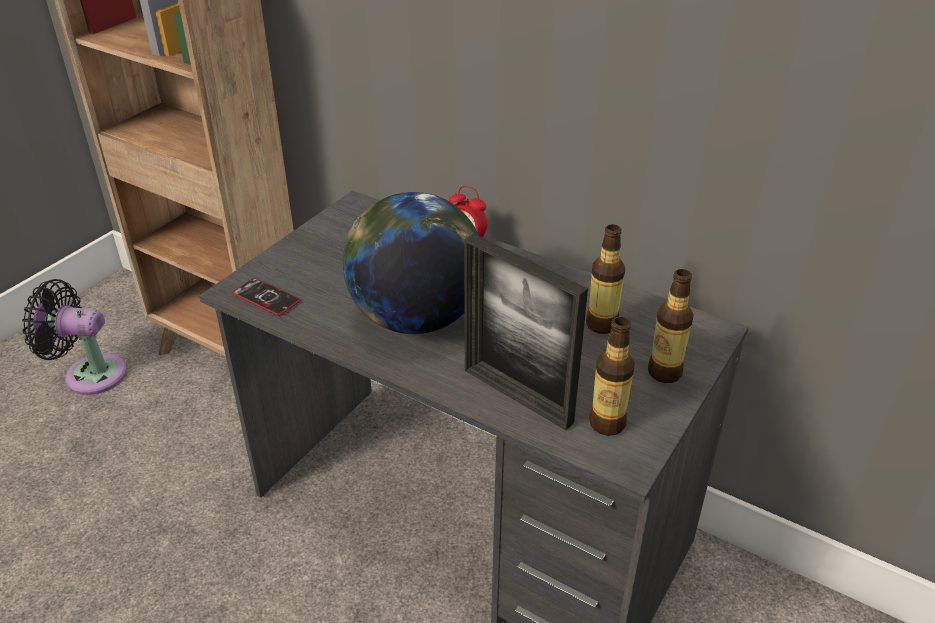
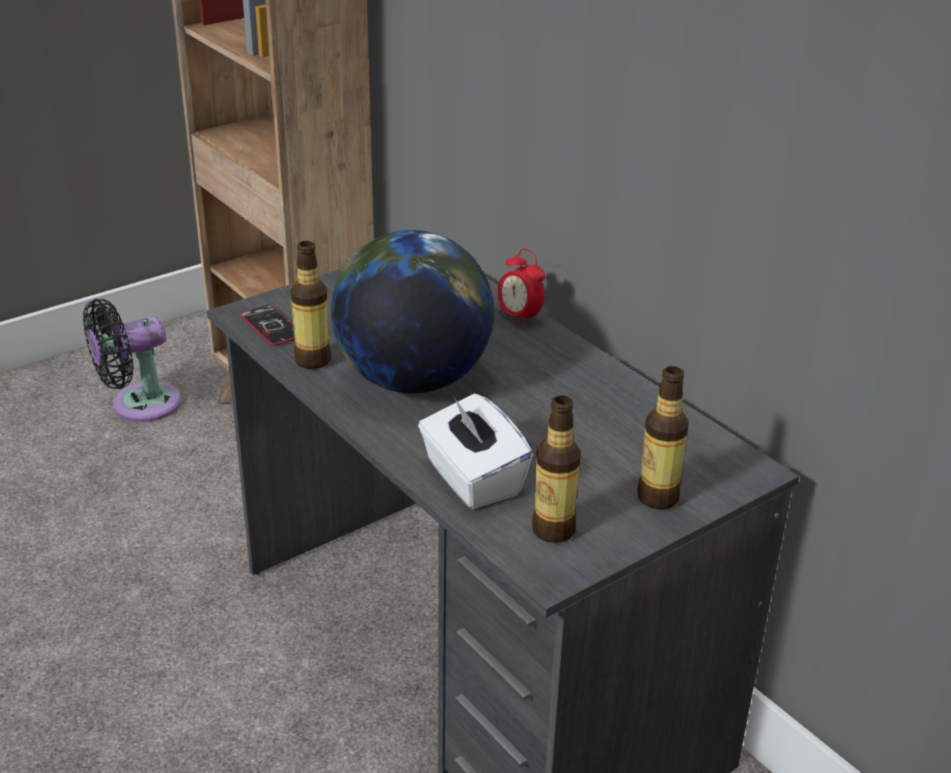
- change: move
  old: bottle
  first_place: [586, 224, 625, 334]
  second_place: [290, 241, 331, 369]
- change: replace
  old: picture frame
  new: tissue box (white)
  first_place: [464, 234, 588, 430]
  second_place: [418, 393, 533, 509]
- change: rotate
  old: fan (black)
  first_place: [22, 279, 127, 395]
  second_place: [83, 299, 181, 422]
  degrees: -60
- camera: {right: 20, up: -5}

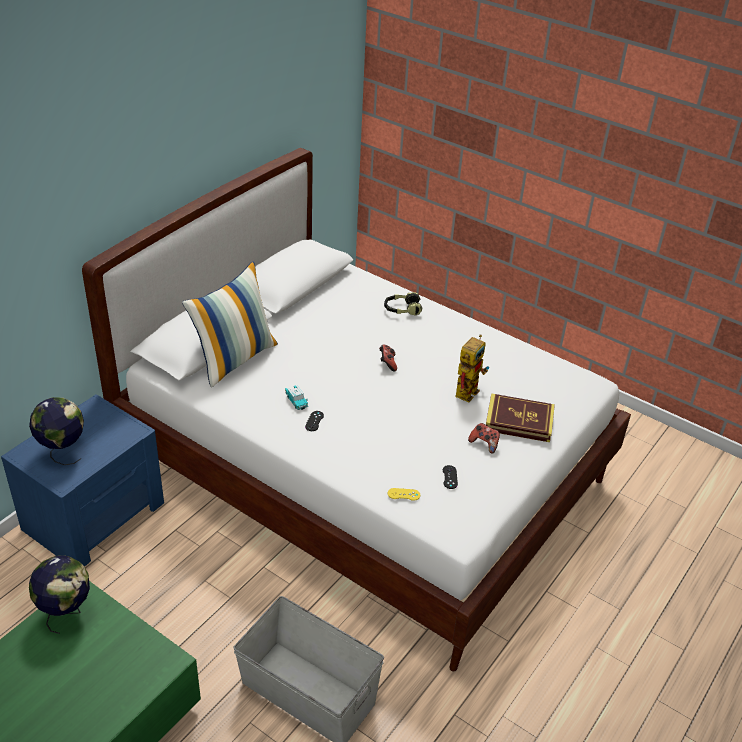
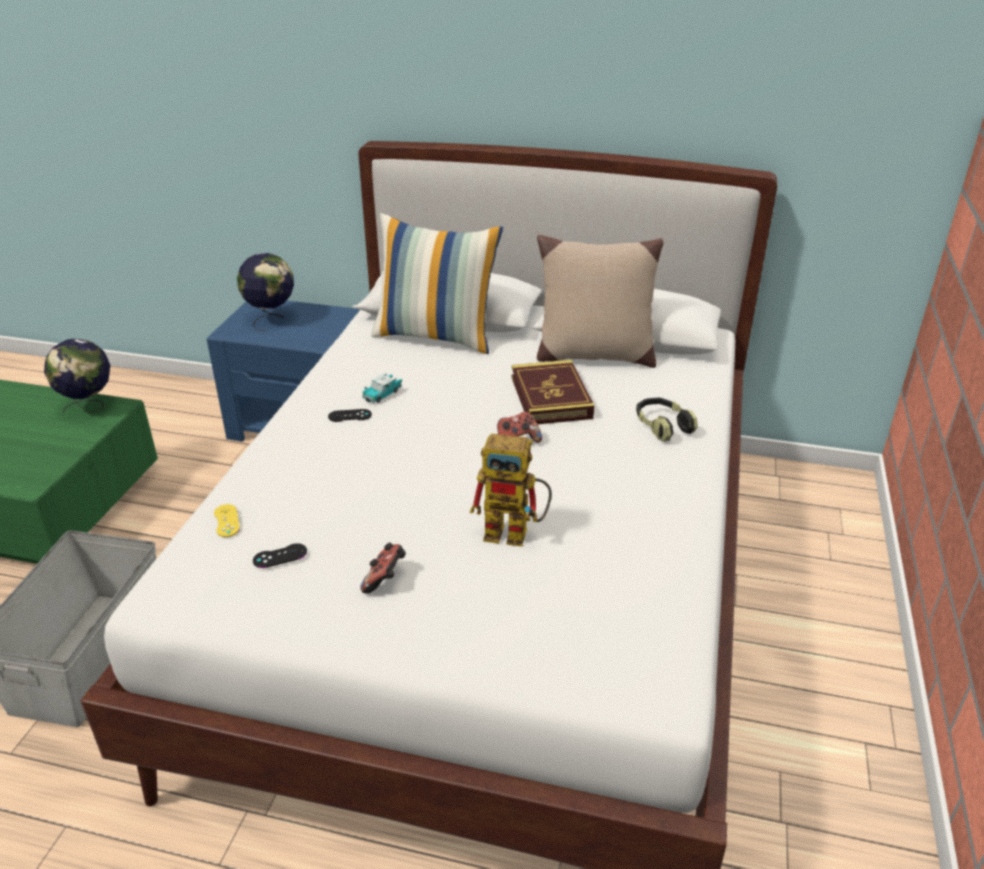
- change: move
  old: book
  first_place: [486, 393, 555, 442]
  second_place: [512, 360, 594, 424]
- change: insert
  new: pillow (beige)
  second_place: [537, 235, 663, 368]
- camera: {right: 70, up: -5}

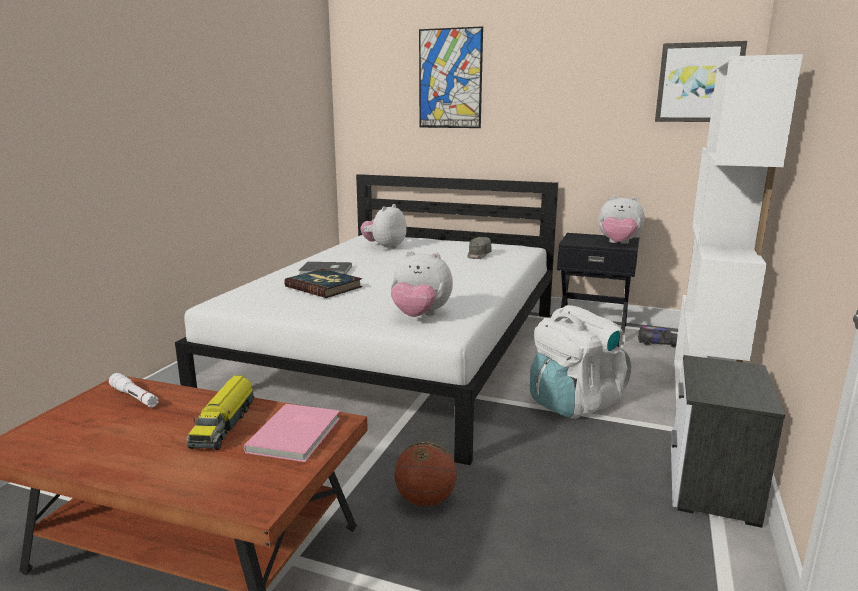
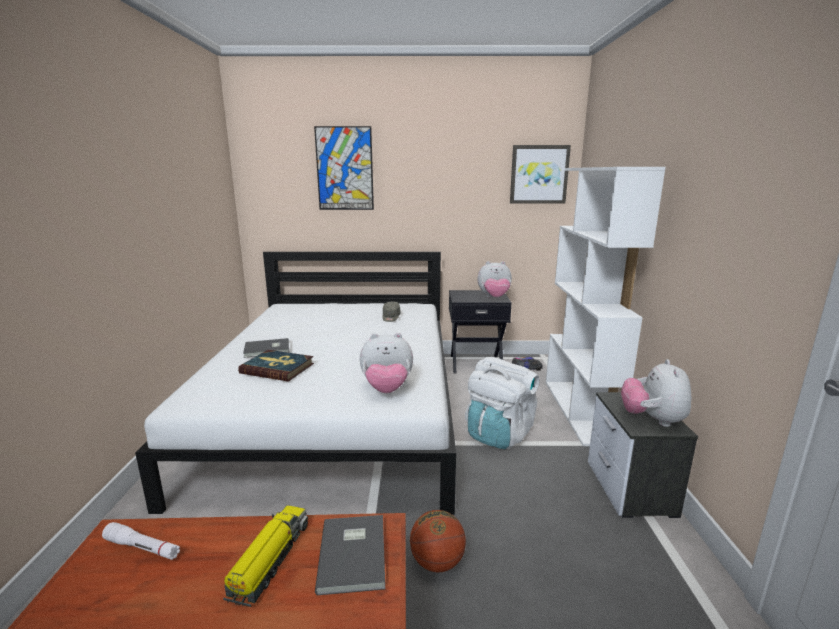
- change: move
  old: plush toy
  first_place: [360, 204, 407, 250]
  second_place: [621, 359, 691, 427]
- change: rotate
  old: toy truck
  first_place: [186, 375, 255, 450]
  second_place: [223, 506, 308, 607]
  degrees: -150
- change: recolor
  old: book (pink)
  new: book (grey)
  first_place: [244, 404, 340, 462]
  second_place: [315, 515, 385, 595]
- camera: {right: -20, up: 0}

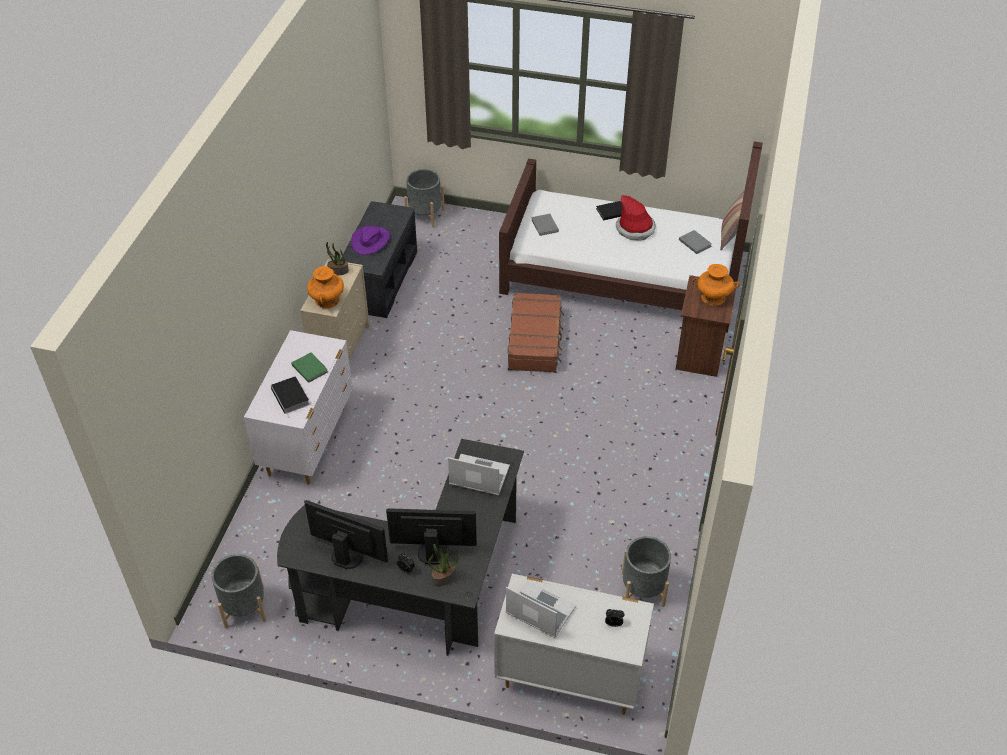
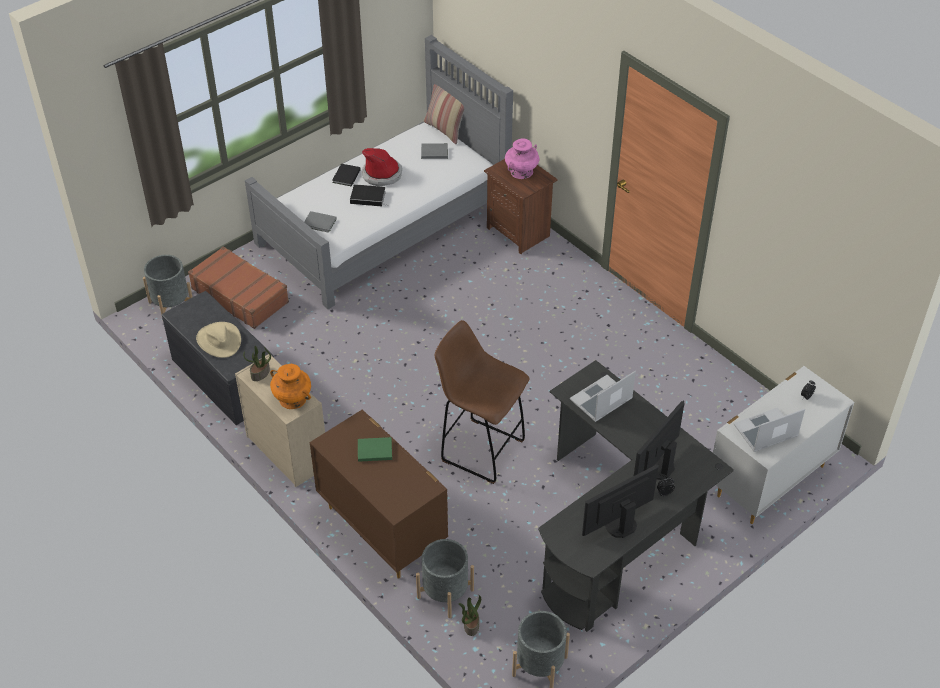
- change: recolor
  old: bed (brown)
  new: bed (grey)
  first_place: [499, 141, 763, 333]
  second_place: [245, 35, 513, 309]
- change: recolor
  old: hat (purple)
  new: hat (beige)
  first_place: [351, 226, 390, 255]
  second_place: [196, 322, 241, 358]
- change: recolor
  old: vase (orange)
  new: vase (pink)
  first_place: [692, 264, 740, 306]
  second_place: [505, 138, 539, 179]
- change: move
  old: suitcase (brown)
  first_place: [508, 292, 564, 373]
  second_place: [188, 246, 289, 329]
- change: recolor
  old: dresser (white)
  new: dresser (brown)
  first_place: [244, 330, 353, 485]
  second_place: [310, 409, 448, 579]
- change: move
  old: book
  first_place: [271, 376, 310, 418]
  second_place: [350, 184, 387, 206]
- change: move
  old: planter (grey)
  first_place: [622, 536, 671, 607]
  second_place: [416, 539, 474, 618]
- change: move
  old: potted plant
  first_place: [428, 544, 458, 586]
  second_place: [459, 595, 481, 636]
- change: insert
  new: stool (brown)
  second_place: [435, 320, 530, 484]
- camera: {right: -55, up: 0}

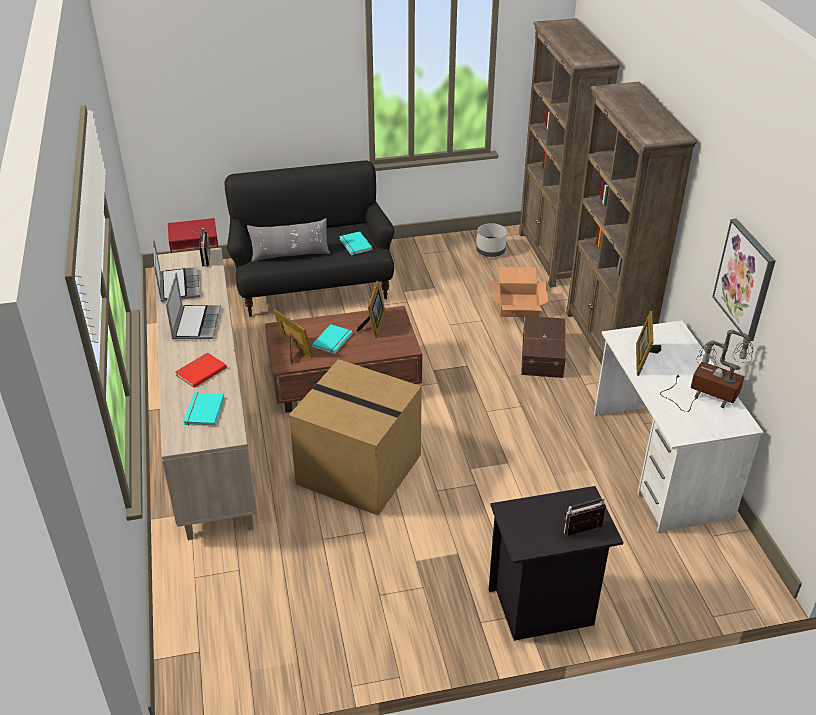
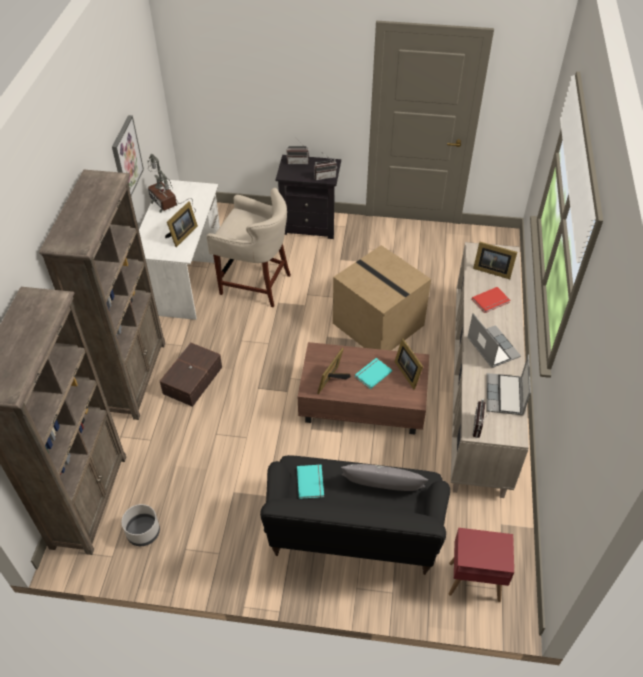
- change: delete
  old: cardboard box
  first_place: [492, 267, 549, 317]
- change: rotate
  old: laptop
  first_place: [166, 273, 221, 339]
  second_place: [467, 313, 521, 368]
  degrees: 135
- change: replace
  old: book (turquoise)
  new: picture frame
  first_place: [183, 392, 224, 426]
  second_place: [473, 242, 517, 279]
- change: insert
  new: radio
  second_place: [314, 153, 337, 180]
- change: insert
  new: stool (beige)
  second_place: [207, 188, 291, 308]
- camera: {right: -160, up: 10}

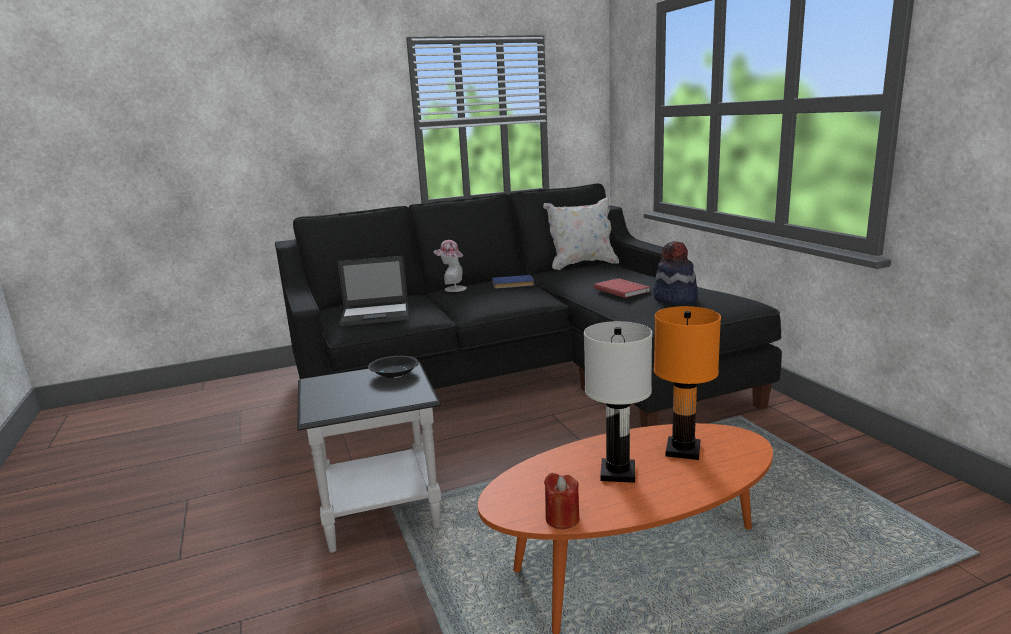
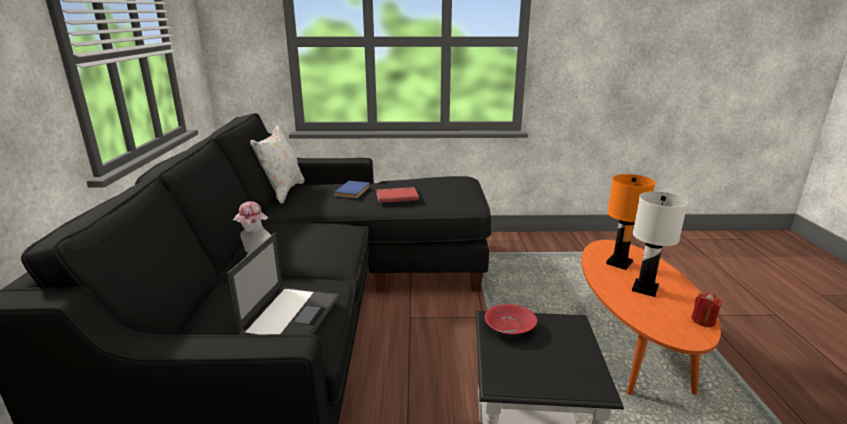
- change: delete
  old: hat
  first_place: [653, 241, 698, 304]
- change: move
  old: book (blue)
  first_place: [492, 275, 534, 289]
  second_place: [334, 181, 370, 198]
- change: recolor
  old: bowl (black)
  new: bowl (red)
  first_place: [368, 356, 419, 378]
  second_place: [485, 304, 537, 335]
- camera: {right: -70, up: 5}

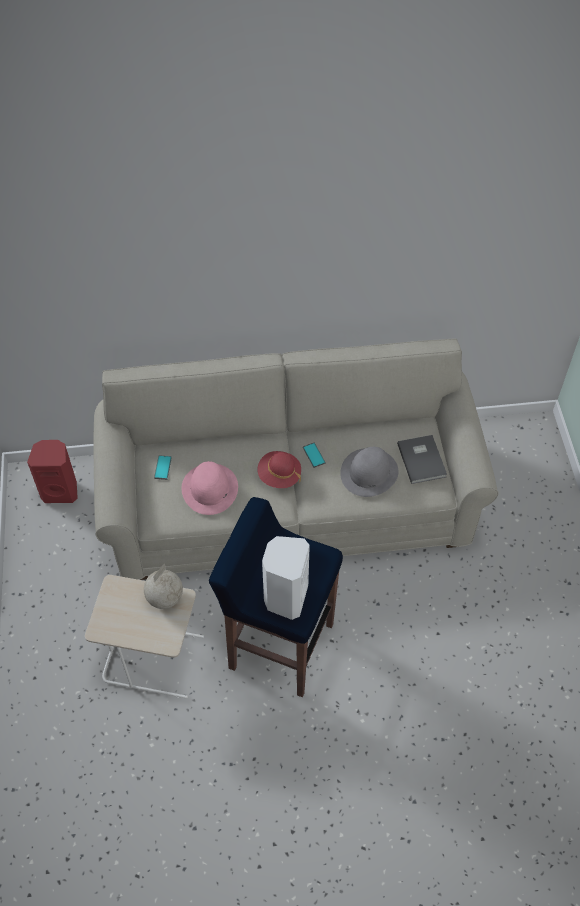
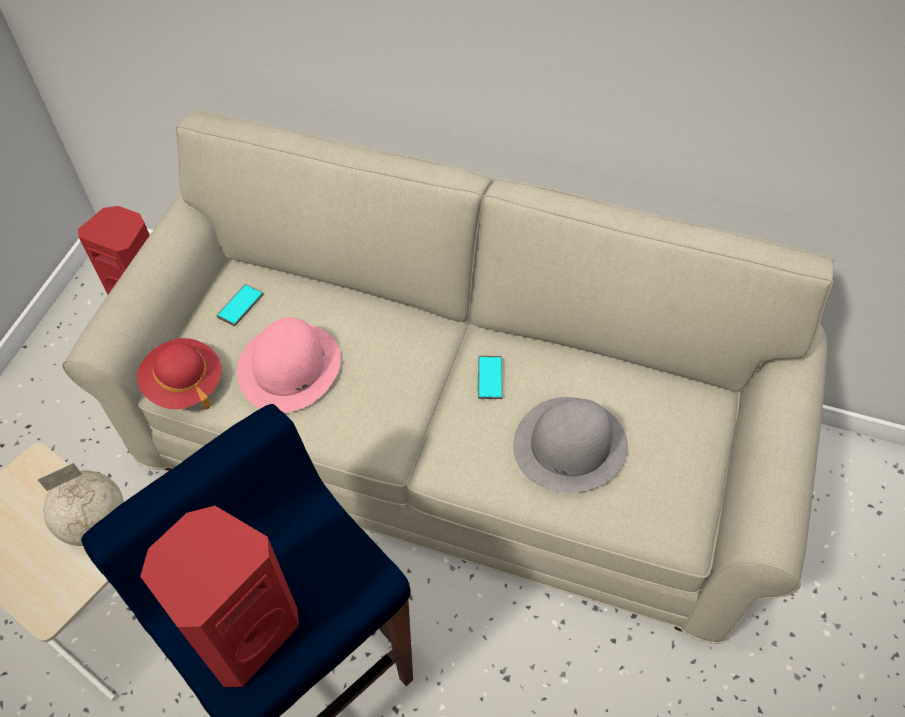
- change: delete
  old: book (grey)
  first_place: [397, 435, 447, 484]
- change: move
  old: hat (red)
  first_place: [257, 451, 301, 488]
  second_place: [137, 338, 222, 410]
- change: recolor
  old: speaker (white)
  new: speaker (red)
  first_place: [262, 536, 310, 620]
  second_place: [140, 506, 299, 687]
- camera: {right: 25, up: 0}

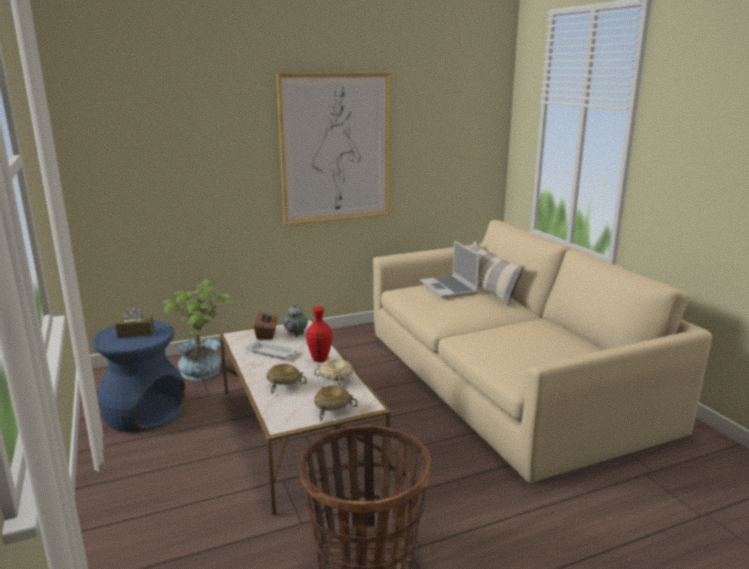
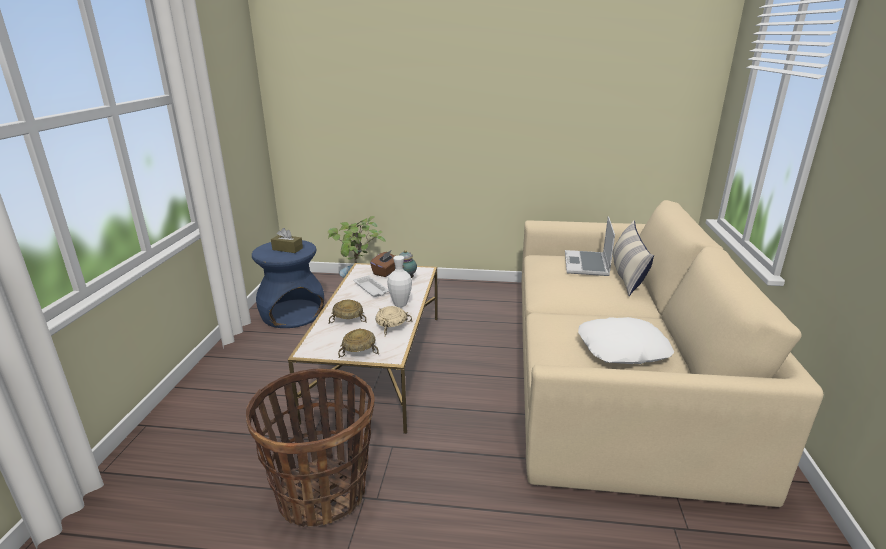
- change: delete
  old: picture
  first_place: [276, 73, 391, 225]
- change: recolor
  old: vase (red)
  new: vase (white)
  first_place: [306, 306, 332, 362]
  second_place: [387, 255, 412, 307]
- change: insert
  new: pillow (white)
  second_place: [578, 317, 674, 364]
- camera: {right: 30, up: 5}

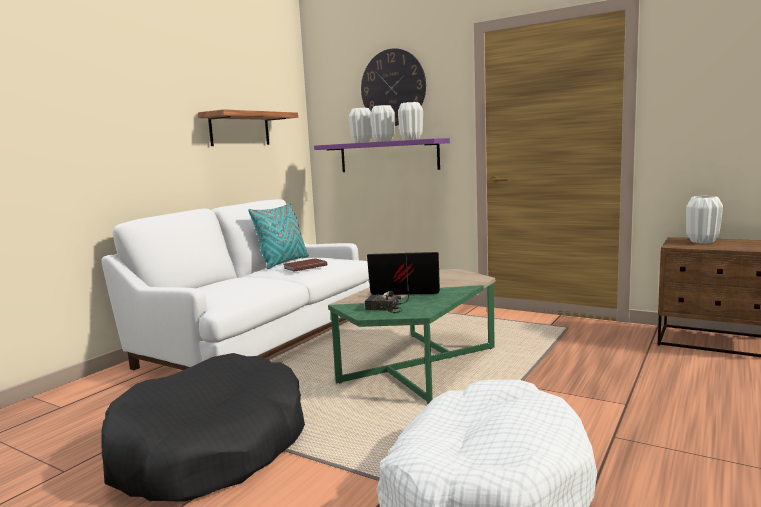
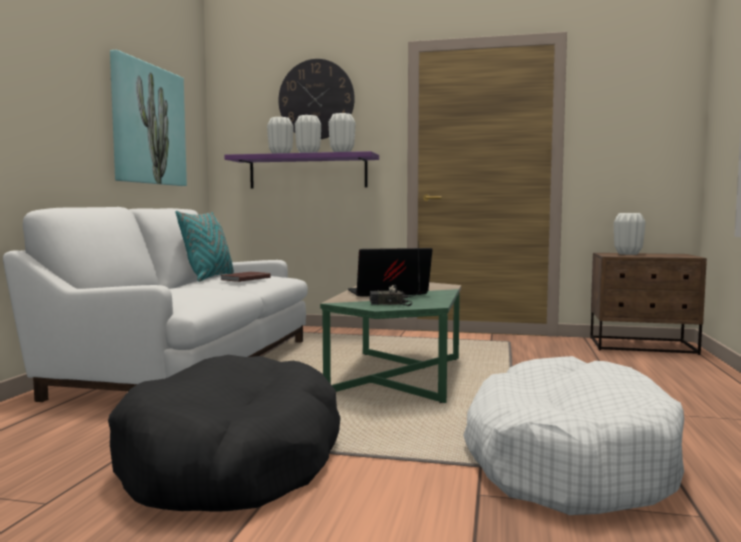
- change: replace
  old: shelf
  new: picture
  first_place: [198, 109, 298, 146]
  second_place: [110, 50, 187, 186]
- camera: {right: -20, up: -5}

